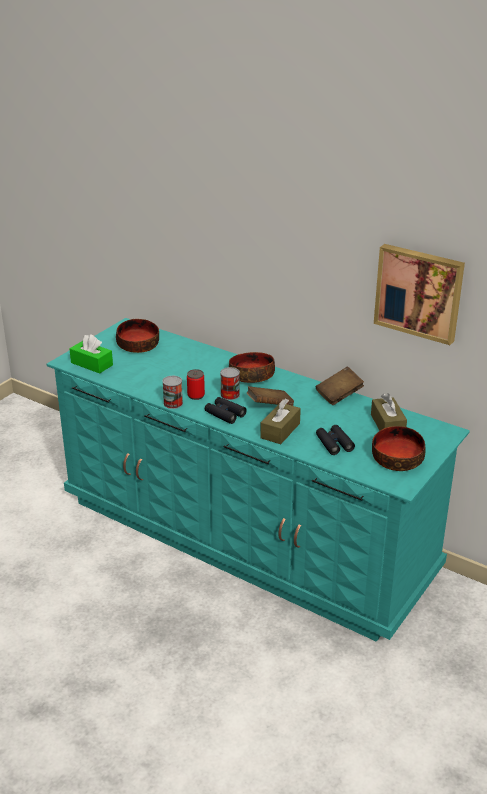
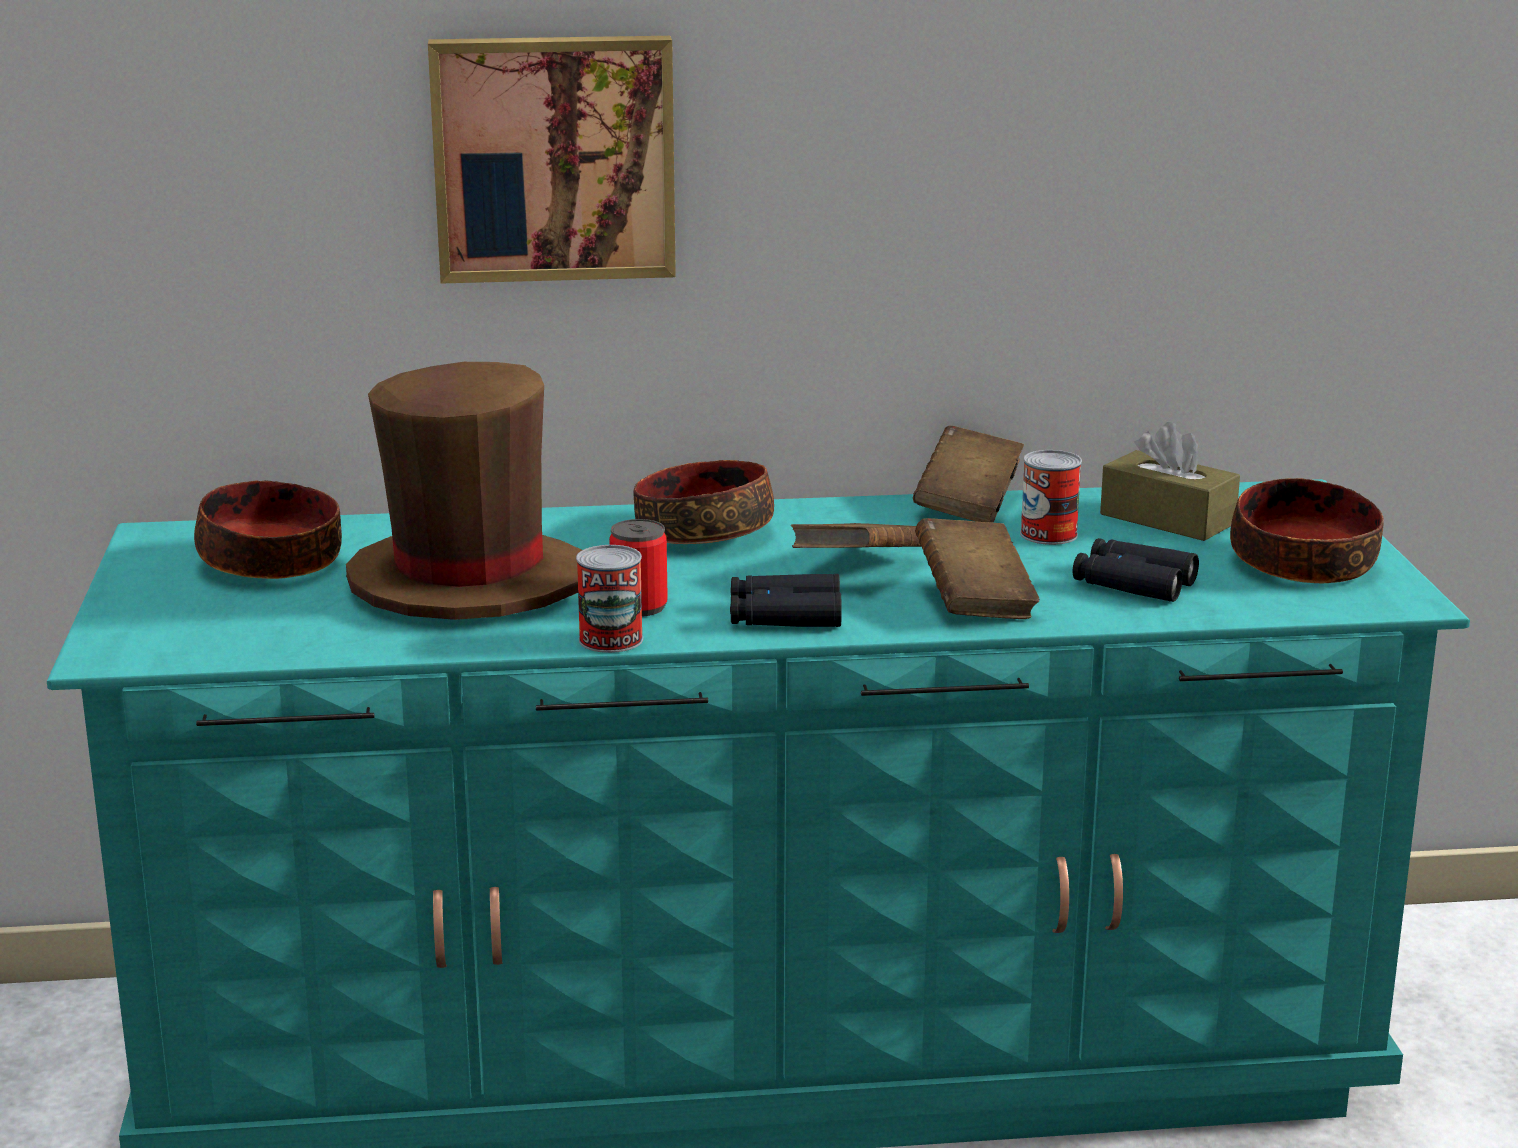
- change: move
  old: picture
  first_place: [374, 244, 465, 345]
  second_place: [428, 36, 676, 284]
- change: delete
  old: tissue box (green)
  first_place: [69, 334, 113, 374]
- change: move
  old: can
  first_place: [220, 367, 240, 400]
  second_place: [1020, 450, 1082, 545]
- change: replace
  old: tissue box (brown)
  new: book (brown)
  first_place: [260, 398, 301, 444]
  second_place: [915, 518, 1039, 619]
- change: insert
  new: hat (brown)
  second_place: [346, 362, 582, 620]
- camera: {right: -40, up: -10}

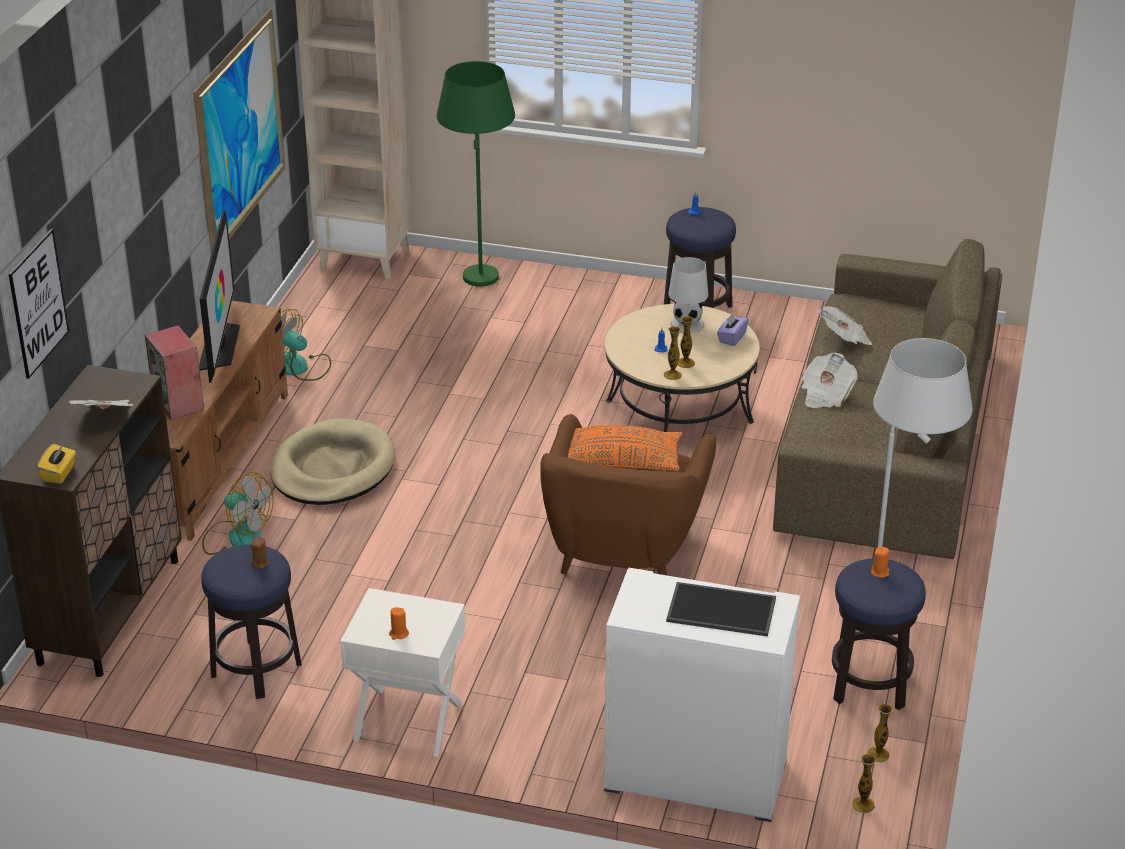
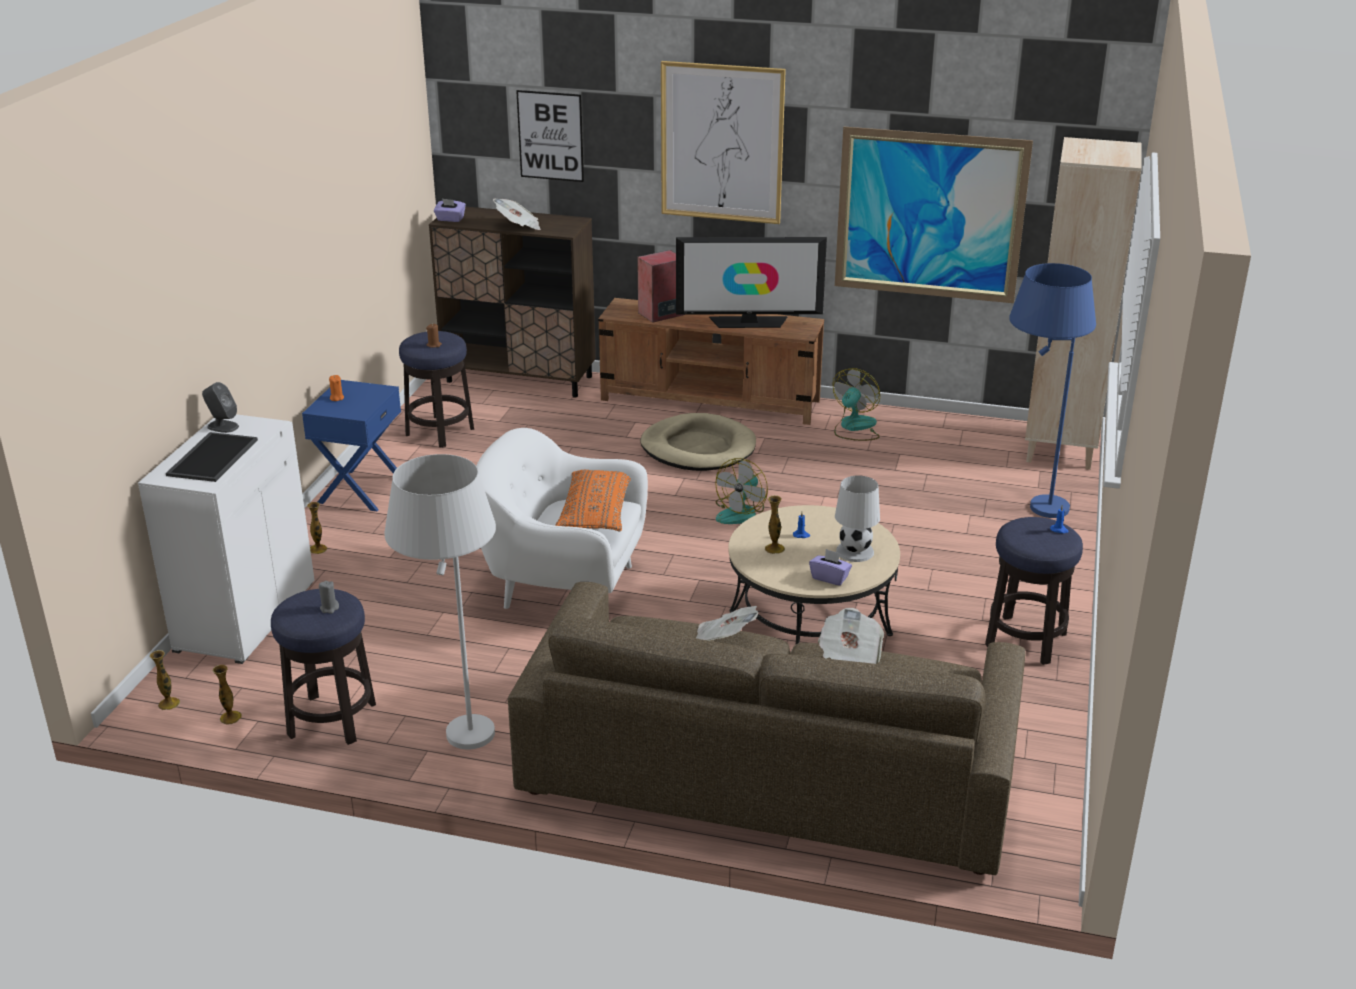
- change: recolor
  old: floor lamp (green)
  new: floor lamp (blue)
  first_place: [437, 61, 515, 287]
  second_place: [1009, 263, 1096, 518]
- change: move
  old: vase
  first_place: [664, 326, 682, 380]
  second_place: [307, 502, 327, 554]
- change: recolor
  old: armchair (brown)
  new: armchair (white)
  first_place: [540, 414, 716, 575]
  second_place: [476, 428, 648, 609]
- change: recolor
  old: tissue box (yellow)
  new: tissue box (purple)
  first_place: [37, 444, 76, 484]
  second_place: [434, 199, 466, 222]
- change: move
  old: fan
  first_place: [202, 472, 273, 555]
  second_place: [716, 458, 768, 524]
- change: recolor
  old: candle (orange)
  new: candle (grey)
  first_place: [871, 547, 889, 578]
  second_place: [319, 581, 339, 614]
- change: recolor
  old: nightstand (white)
  new: nightstand (blue)
  first_place: [340, 588, 465, 757]
  second_place: [302, 380, 401, 511]
- change: insert
  new: picture
  second_place: [661, 61, 786, 224]
- change: insert
  new: speaker (grey)
  second_place: [202, 382, 239, 433]
- camera: {right: 90, up: -5}

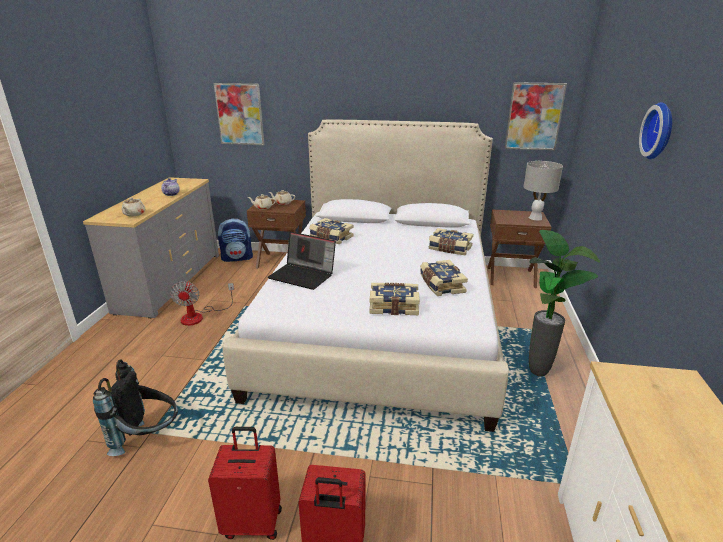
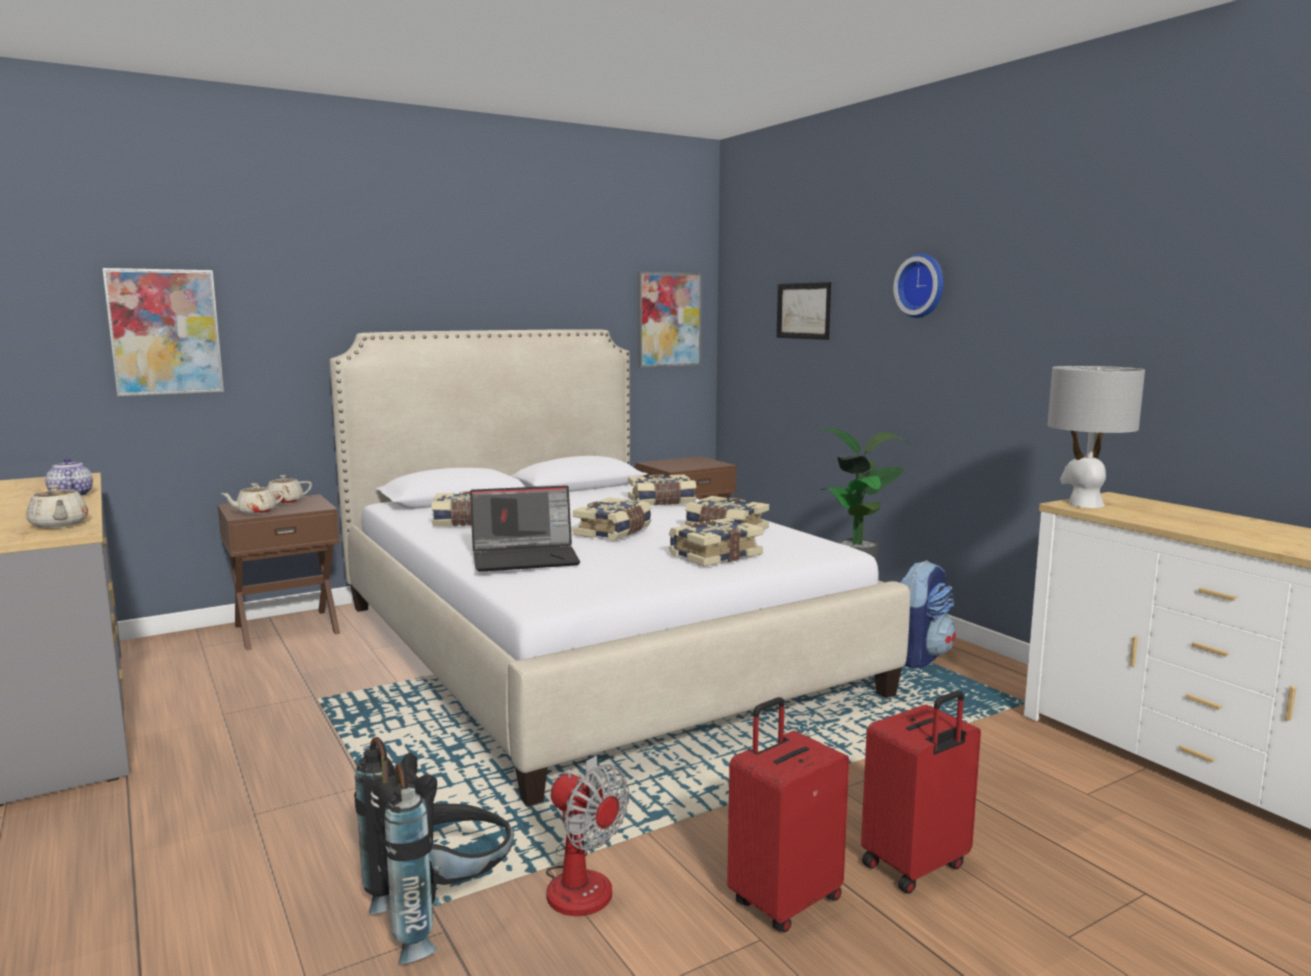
- change: move
  old: table lamp (grey)
  first_place: [523, 161, 563, 220]
  second_place: [1048, 366, 1145, 508]
- change: move
  old: backpack
  first_place: [218, 218, 253, 262]
  second_place: [899, 560, 956, 668]
- change: move
  old: fan
  first_place: [170, 280, 234, 326]
  second_place: [546, 756, 629, 916]
- change: insert
  new: picture
  second_place: [776, 282, 831, 340]
- change: insert
  new: book
  second_place: [573, 498, 652, 541]
- camera: {right: -40, up: -15}

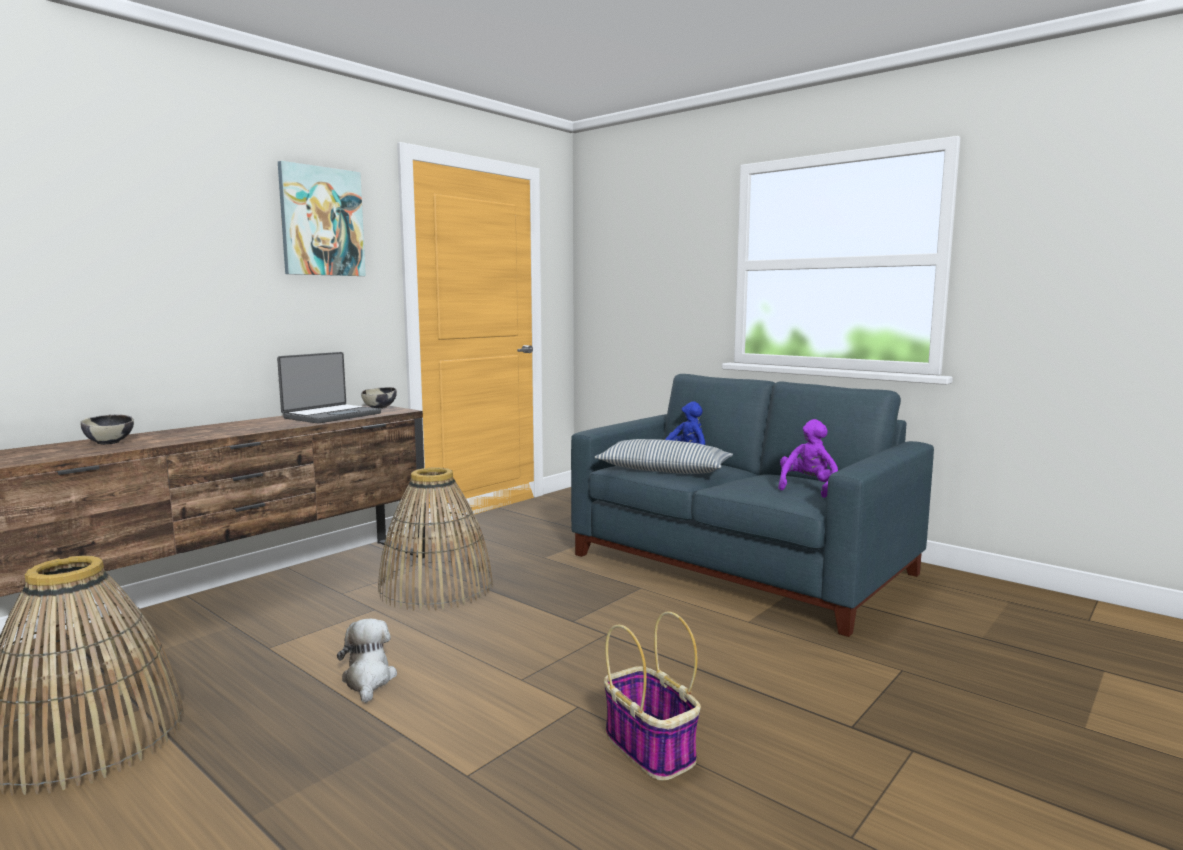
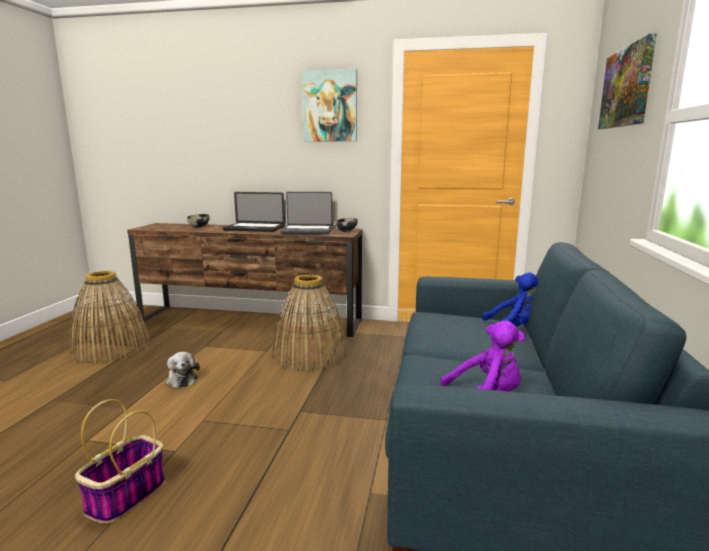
- change: delete
  old: pillow
  first_place: [594, 439, 733, 474]
- change: rotate
  old: plush toy
  first_place: [337, 619, 397, 703]
  second_place: [166, 352, 200, 388]
  degrees: 105
- change: insert
  new: picture
  second_place: [598, 34, 657, 129]
- change: insert
  new: laptop
  second_place: [223, 192, 285, 232]
- camera: {right: 60, up: 5}

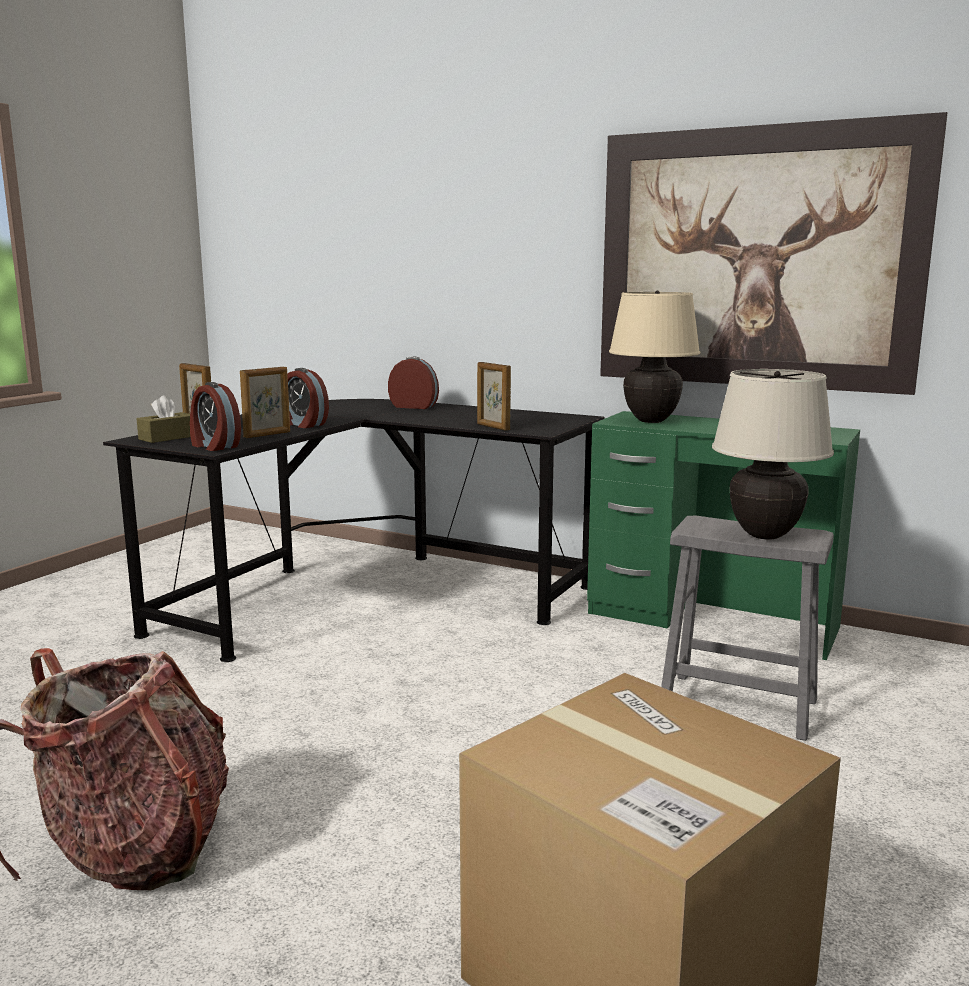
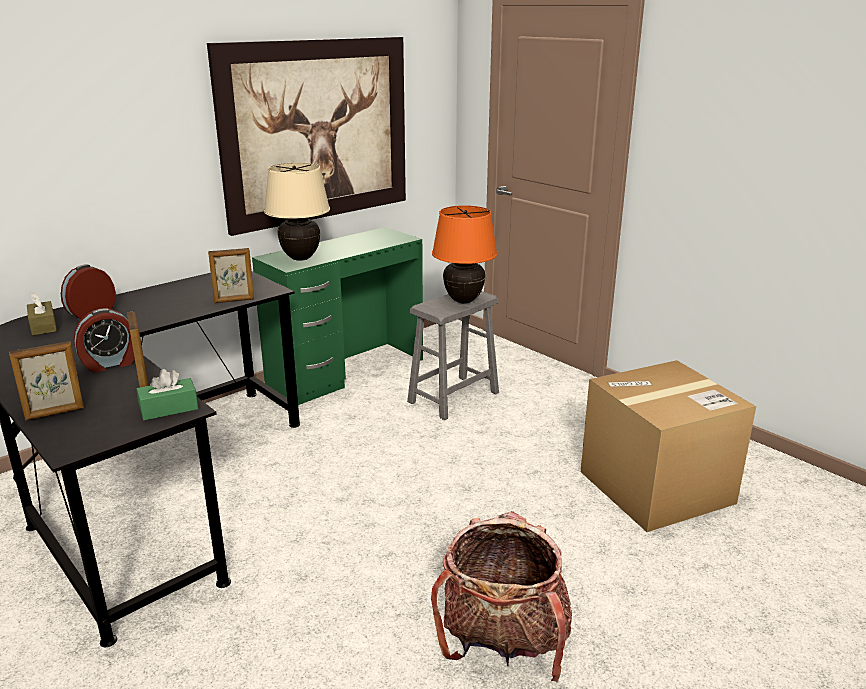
- change: recolor
  old: table lamp (beige)
  new: table lamp (orange)
  first_place: [712, 369, 834, 540]
  second_place: [432, 205, 497, 303]
- change: replace
  old: alarm clock
  new: tissue box (green)
  first_place: [190, 382, 241, 451]
  second_place: [137, 369, 198, 420]
- change: move
  old: tissue box (brown)
  first_place: [137, 395, 191, 443]
  second_place: [27, 293, 57, 335]
- camera: {right: -70, up: 10}

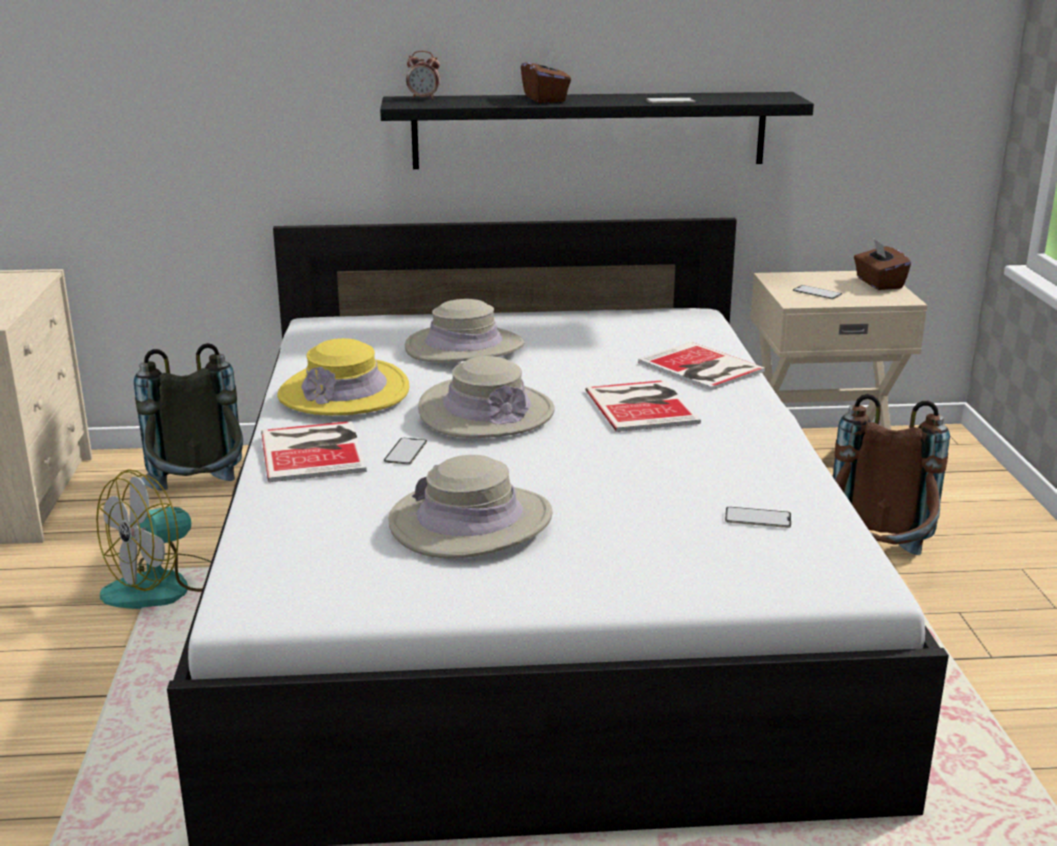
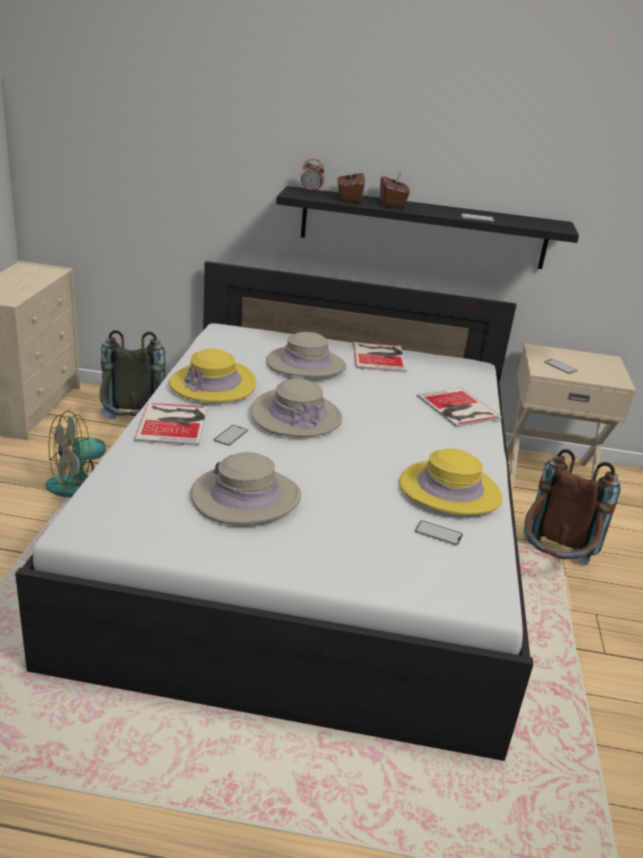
- change: move
  old: tissue box (brown)
  first_place: [854, 239, 911, 290]
  second_place: [337, 166, 365, 203]
- change: move
  old: book
  first_place: [585, 380, 701, 432]
  second_place: [353, 342, 407, 372]
- change: insert
  new: hat (yellow)
  second_place: [399, 448, 502, 515]
- camera: {right: 10, up: 5}

